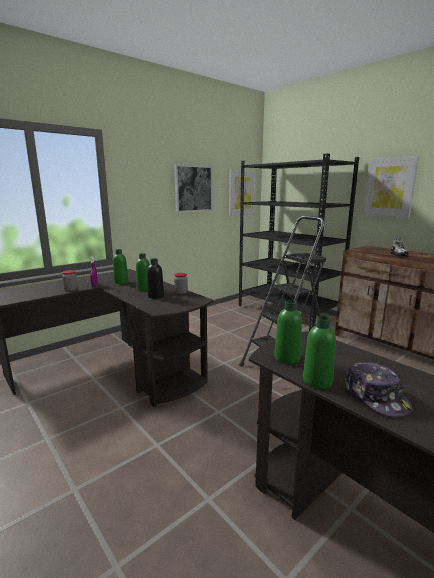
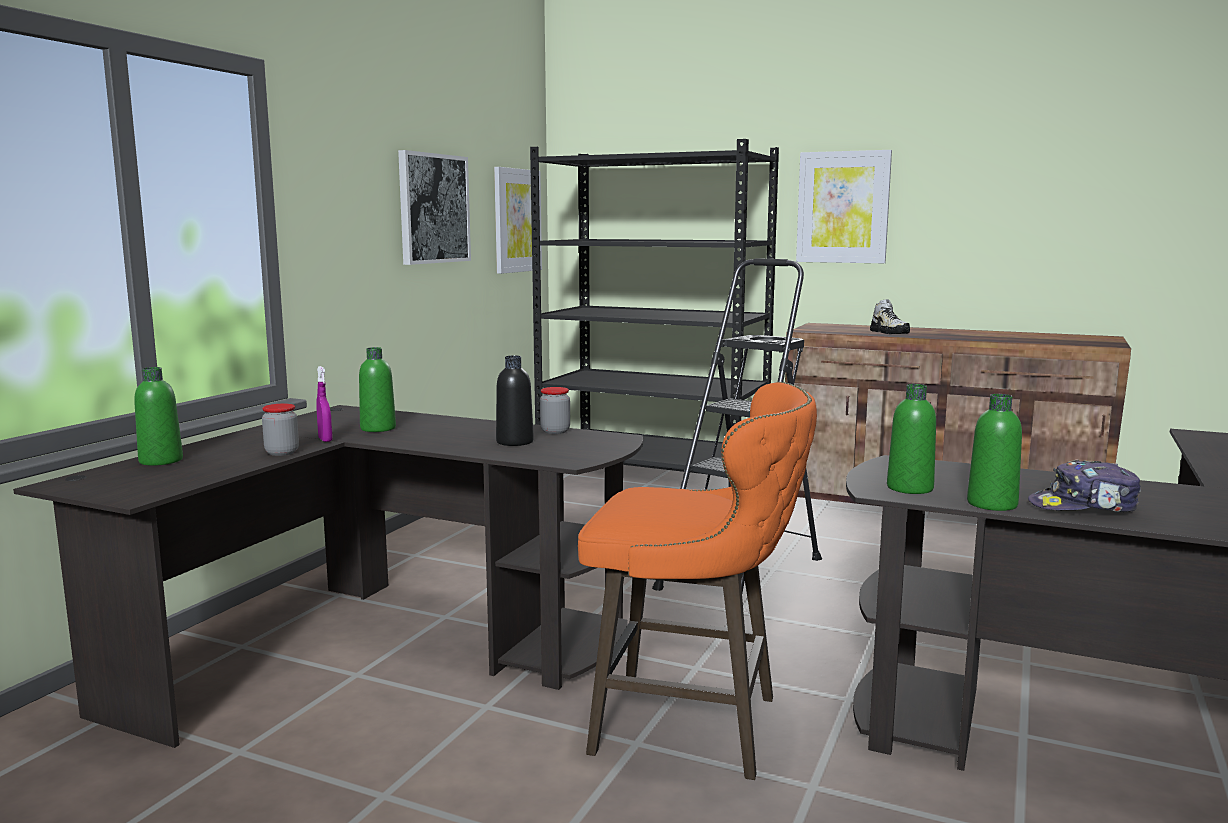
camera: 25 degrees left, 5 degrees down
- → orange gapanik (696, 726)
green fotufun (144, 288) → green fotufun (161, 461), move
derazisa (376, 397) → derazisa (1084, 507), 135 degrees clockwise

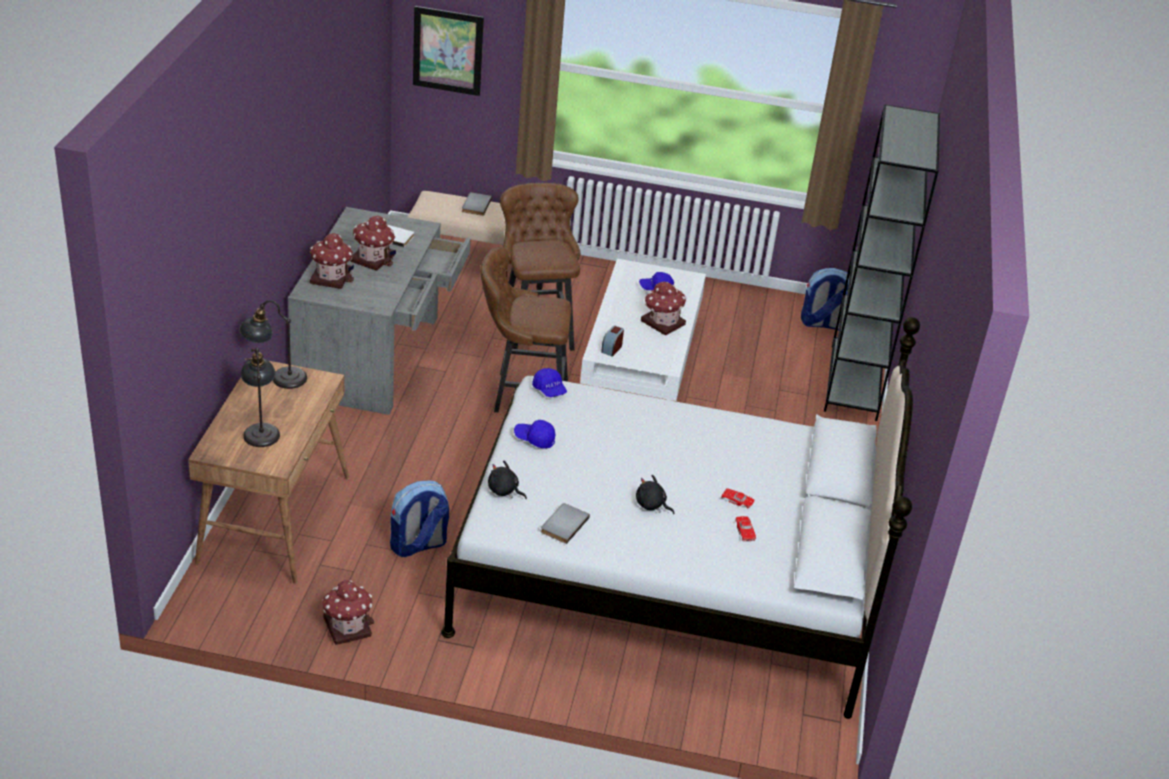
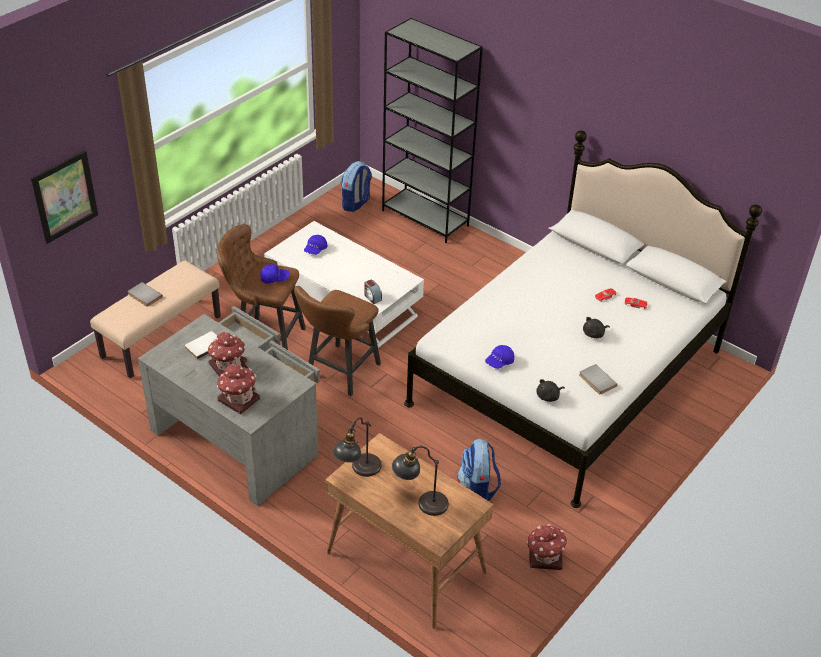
camera: 60 degrees left, 5 degrees up
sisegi (662, 322) → -
blue derazisa (549, 390) → blue derazisa (275, 278), move

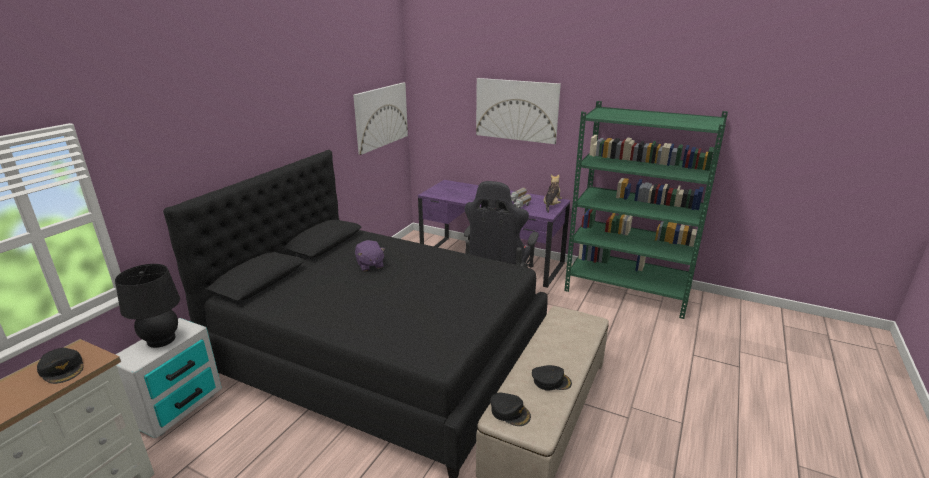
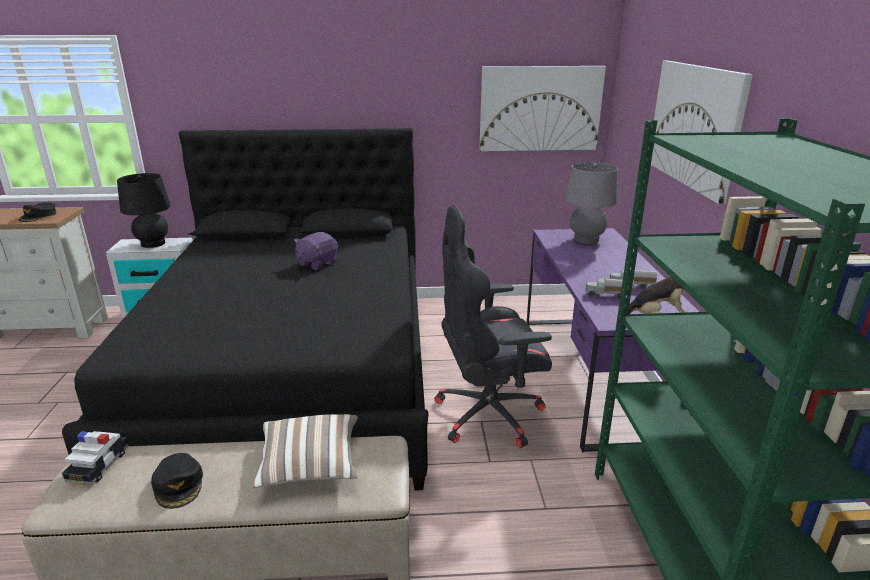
camera: 60 degrees right, 0 degrees up
- → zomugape (310, 465)
- → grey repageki (586, 239)
black derazisa (510, 412) → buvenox (98, 466)

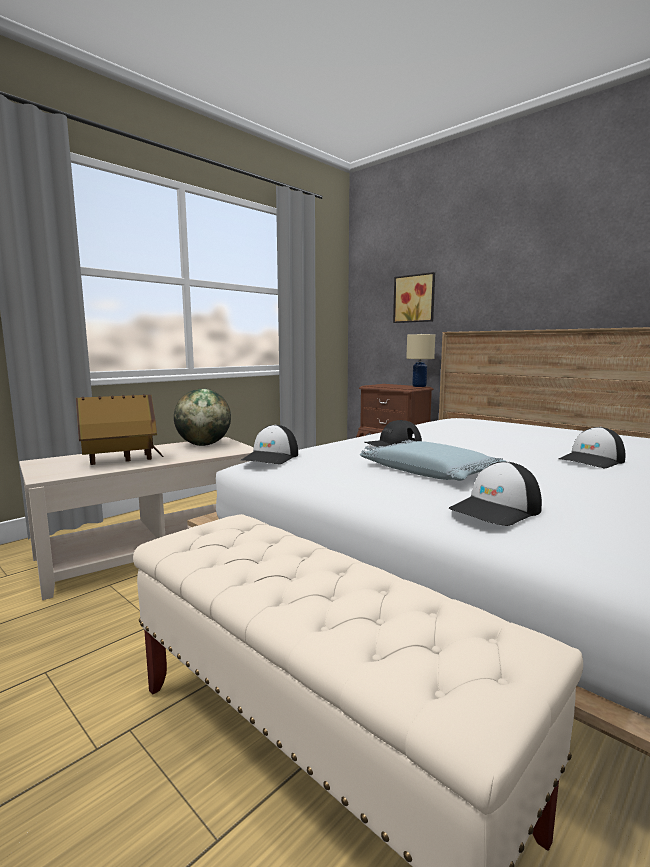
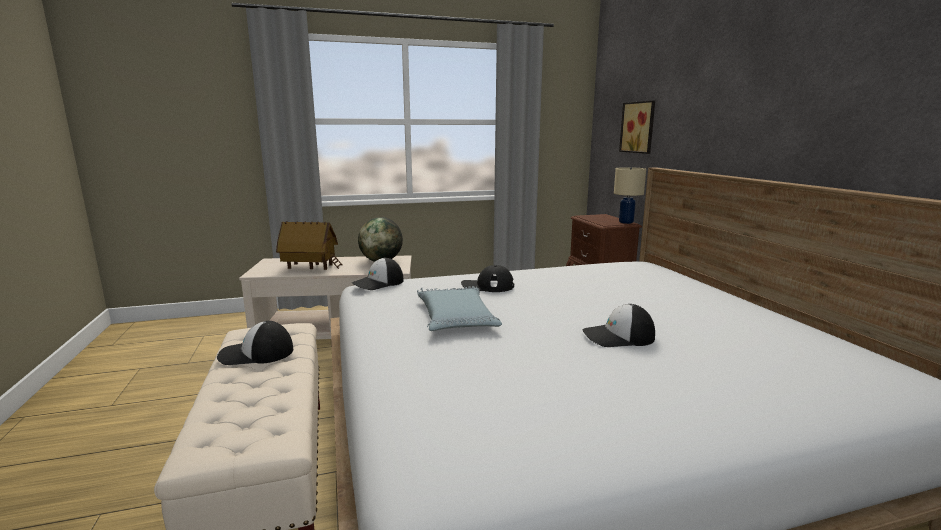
camera: 30 degrees right, 5 degrees up
derazisa (496, 510) → derazisa (256, 353), move

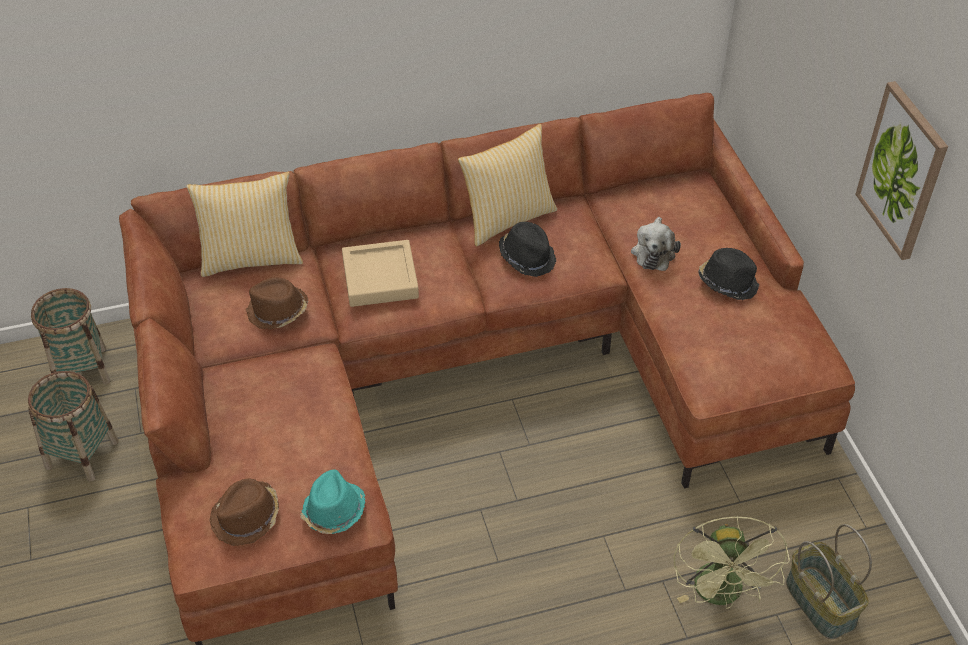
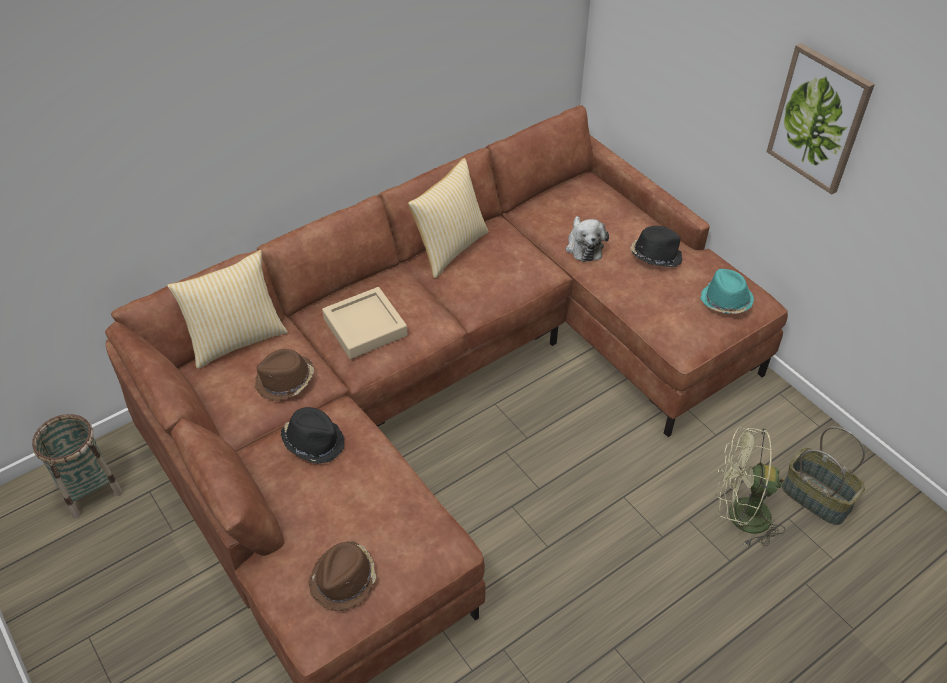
camera: 20 degrees left, 0 degrees up
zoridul (81, 454) → -
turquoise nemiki (333, 511) → turquoise nemiki (725, 301), move
black nemiki (527, 257) → black nemiki (314, 442), move
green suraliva (721, 595) → green suraliva (739, 516), 120 degrees clockwise

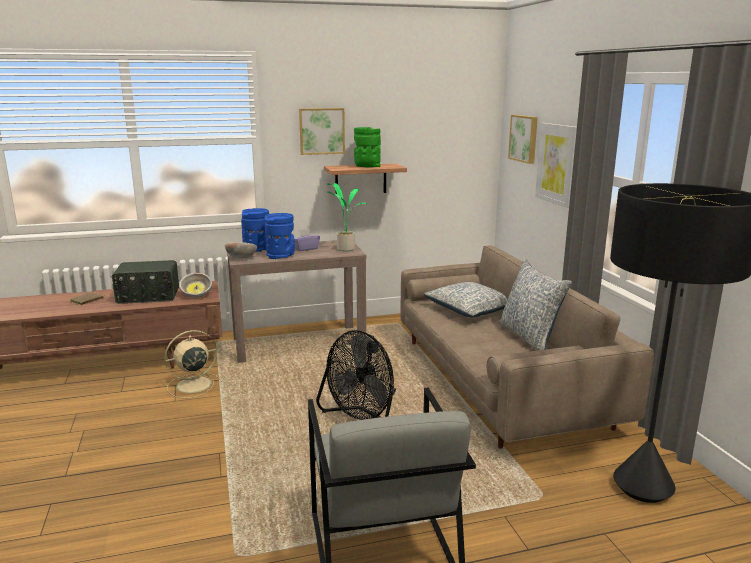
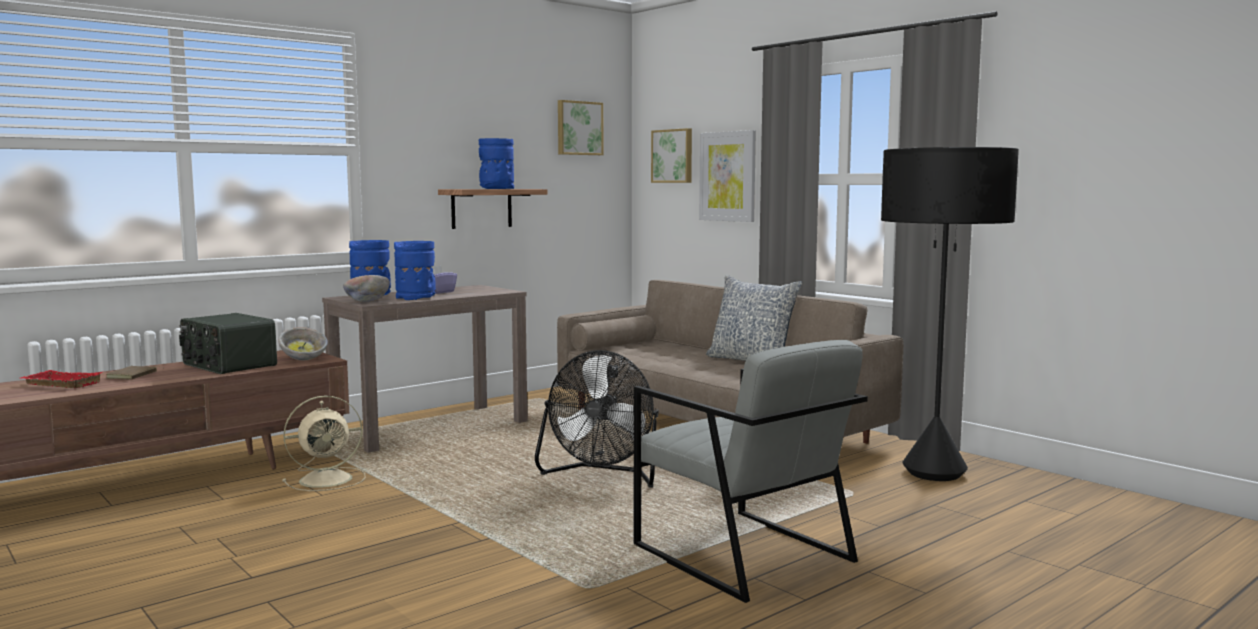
camera: 25 degrees left, 10 degrees down
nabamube (345, 249) → -
zomugape (471, 310) → -
- → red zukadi (60, 384)
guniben (321, 131) → guniben (579, 128), move
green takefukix (366, 166) → blue takefukix (496, 188)
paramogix (148, 296) → paramogix (228, 365), 75 degrees clockwise
beige suraliva (192, 385) → beige suraliva (328, 479), 150 degrees counterclockwise

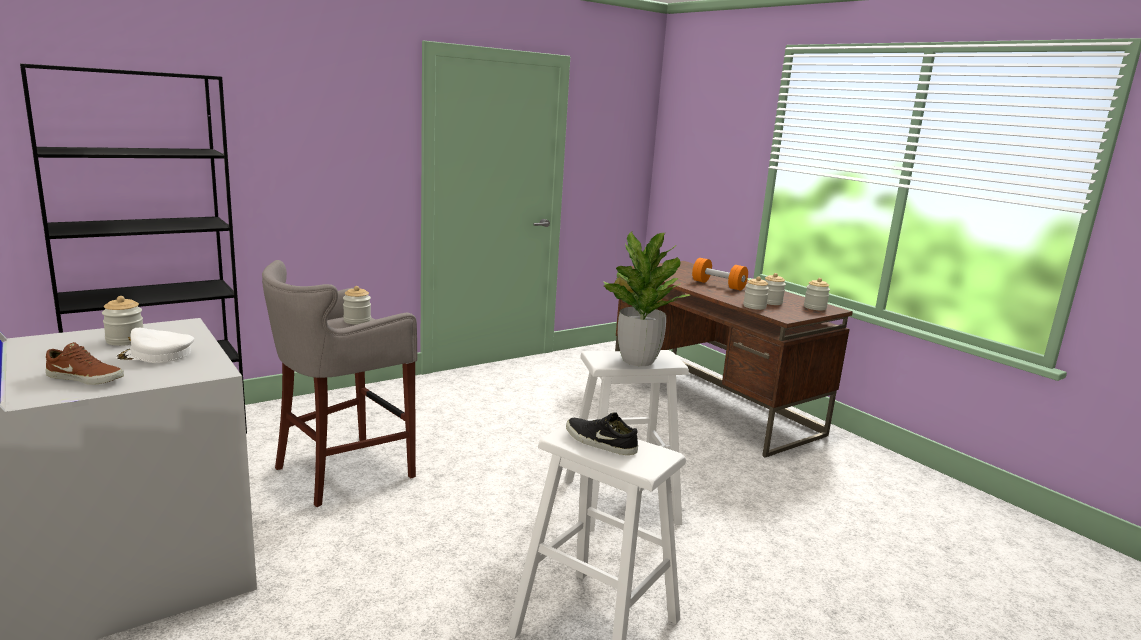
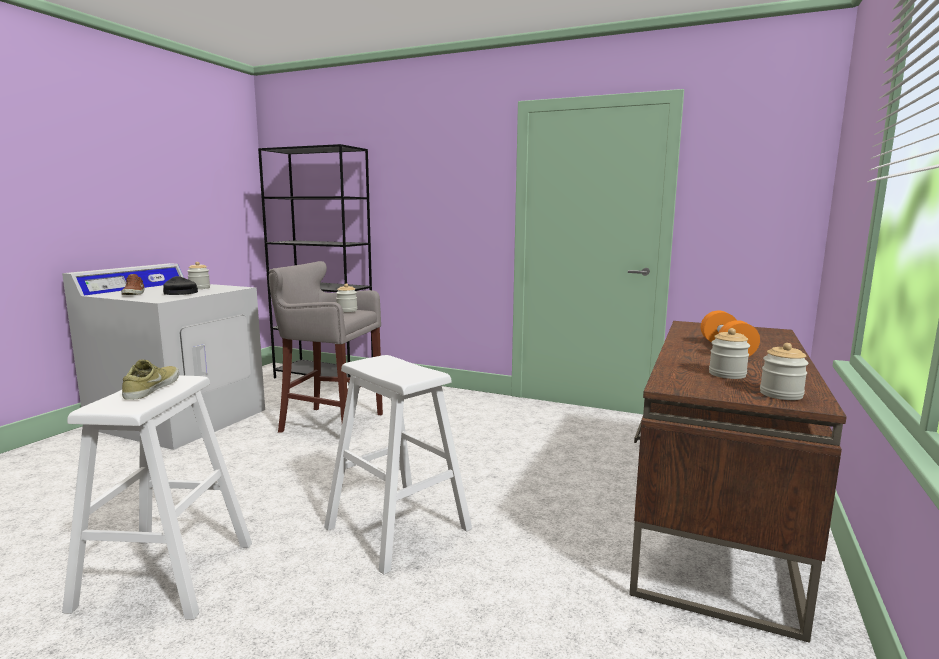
camera: 60 degrees right, 5 degrees down
nabamube (637, 361) → -
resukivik (754, 306) → -
white derazisa (156, 355) → black derazisa (180, 293)
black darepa (599, 442) → beige darepa (151, 388)

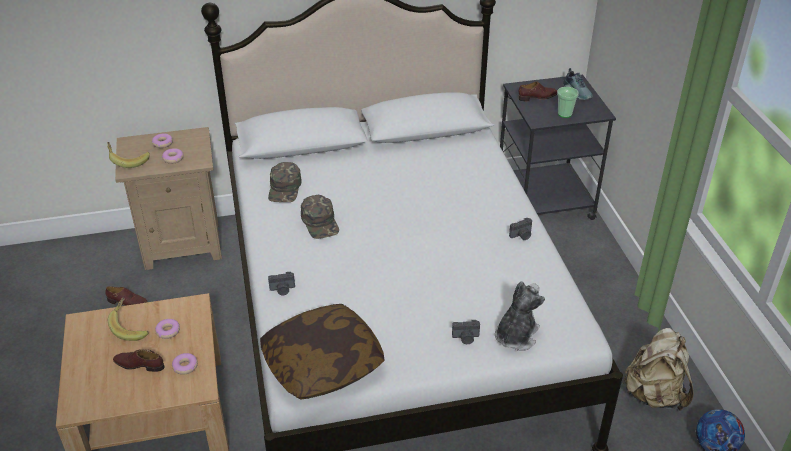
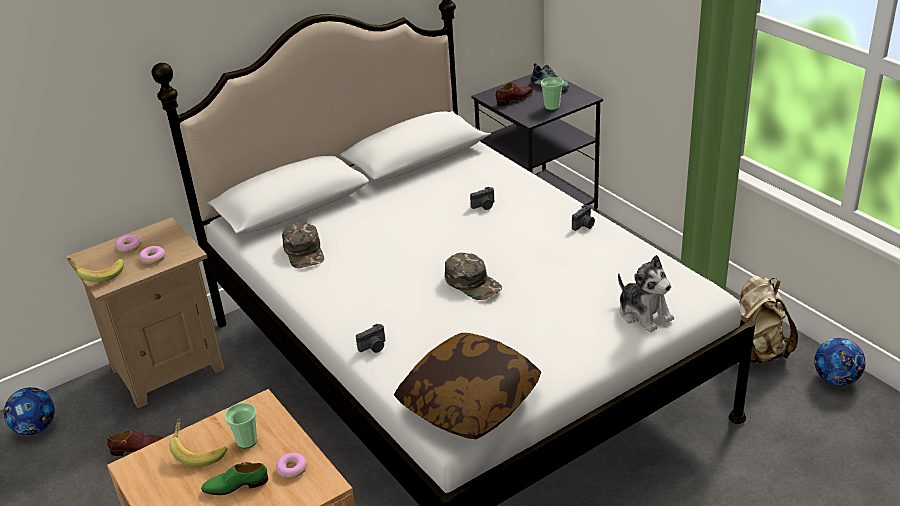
camera: 20 degrees left, 5 degrees down
- → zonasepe (36, 428)
green derazisa (320, 222) → green derazisa (473, 282), move
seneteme (466, 338) → seneteme (484, 206), move
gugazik (168, 331) → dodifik (247, 441)
brown darepa (139, 364) → green darepa (236, 485)
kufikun (516, 336) → kufikun (644, 314), 135 degrees clockwise

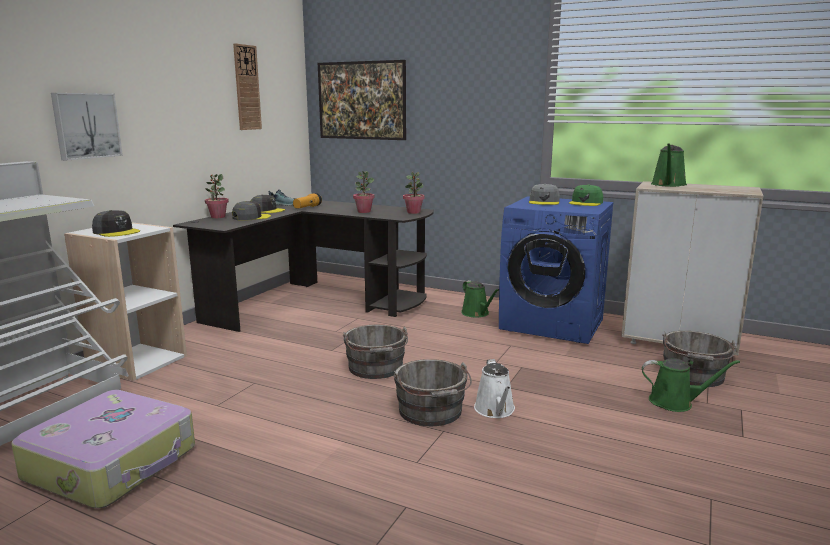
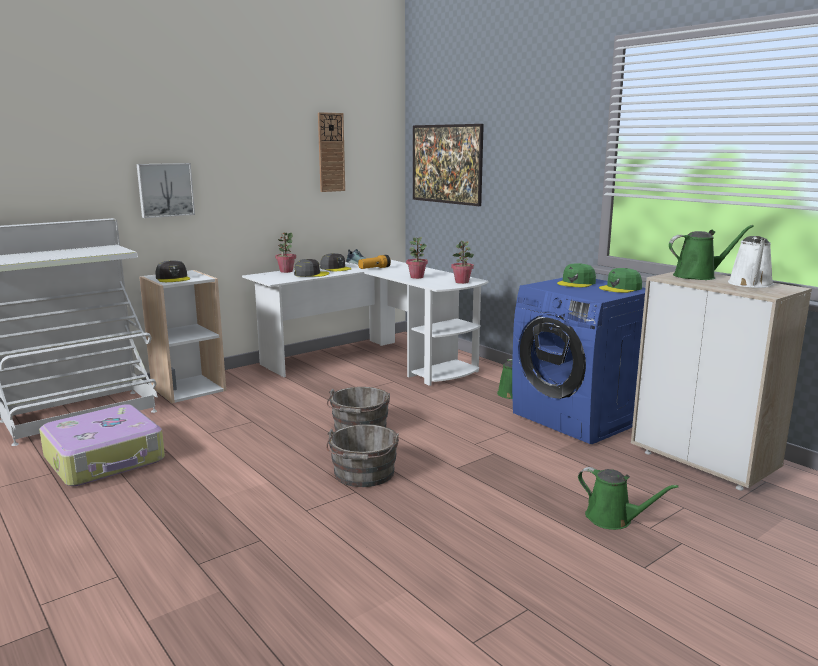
camera: 25 degrees right, 0 degrees up
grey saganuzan (693, 376) → -
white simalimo (495, 410) → white simalimo (751, 284), move
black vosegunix (314, 302) → white vosegunix (372, 361)
grey derazisa (544, 202) → green derazisa (576, 283)
green simalimo (668, 185) → green simalimo (698, 276), 150 degrees counterclockwise

